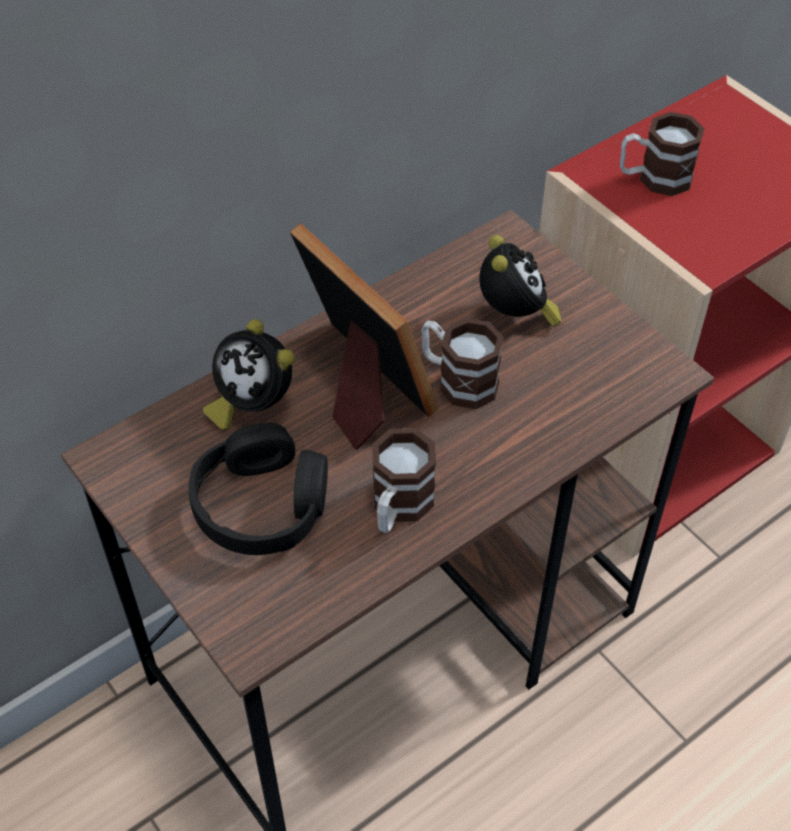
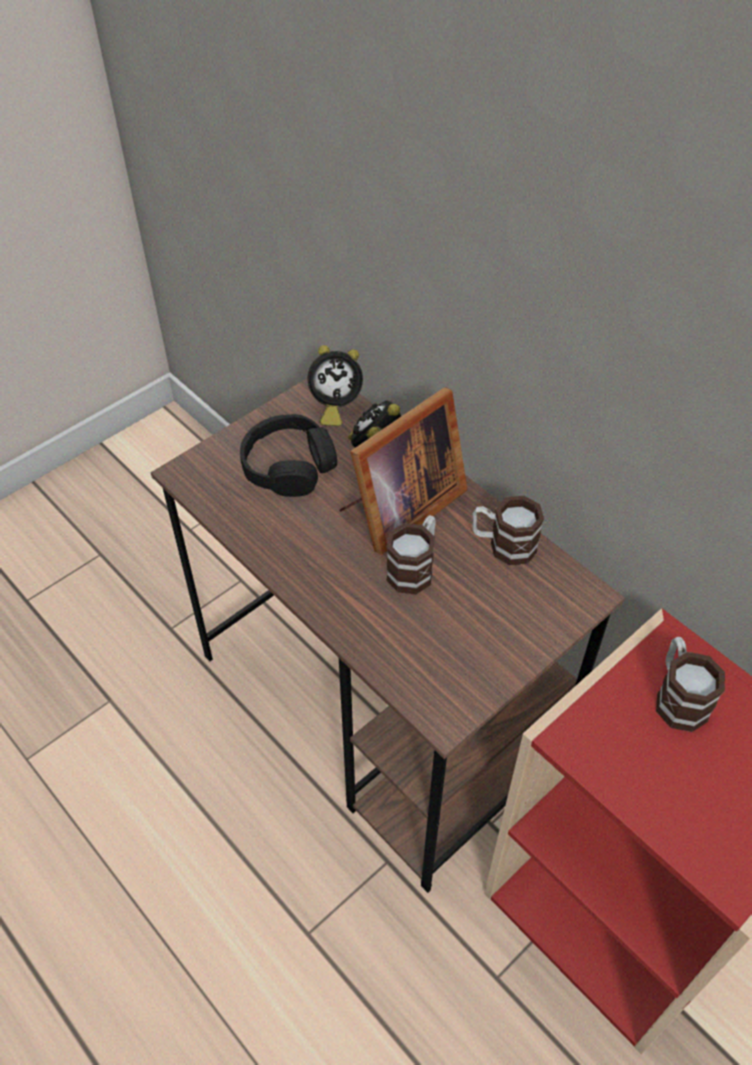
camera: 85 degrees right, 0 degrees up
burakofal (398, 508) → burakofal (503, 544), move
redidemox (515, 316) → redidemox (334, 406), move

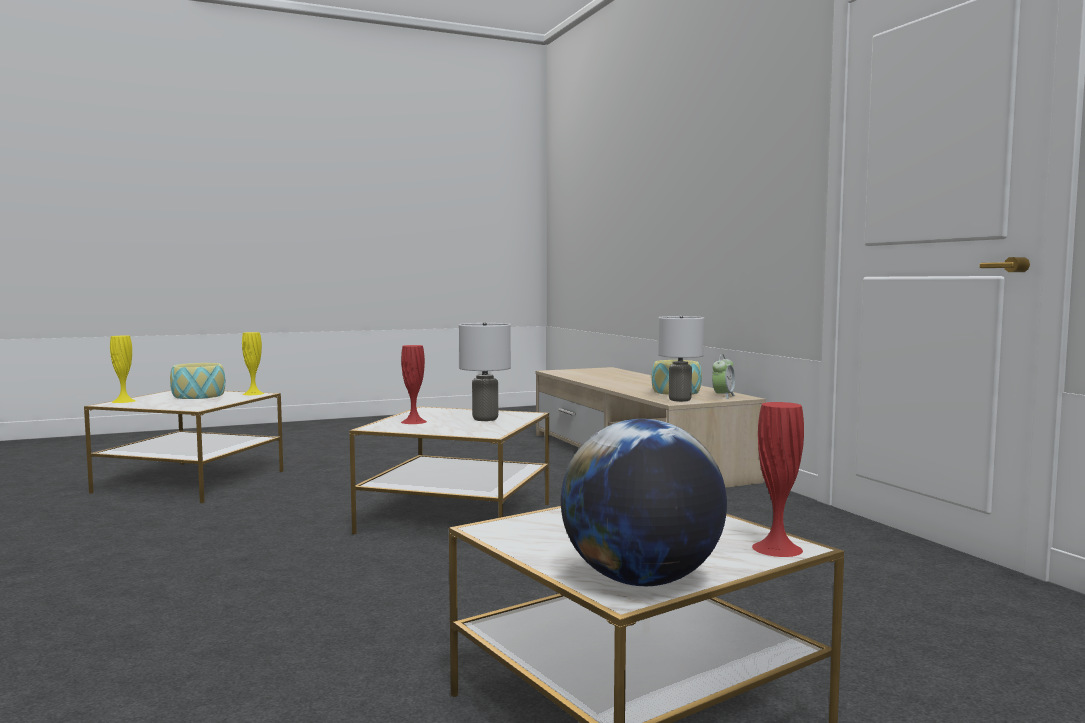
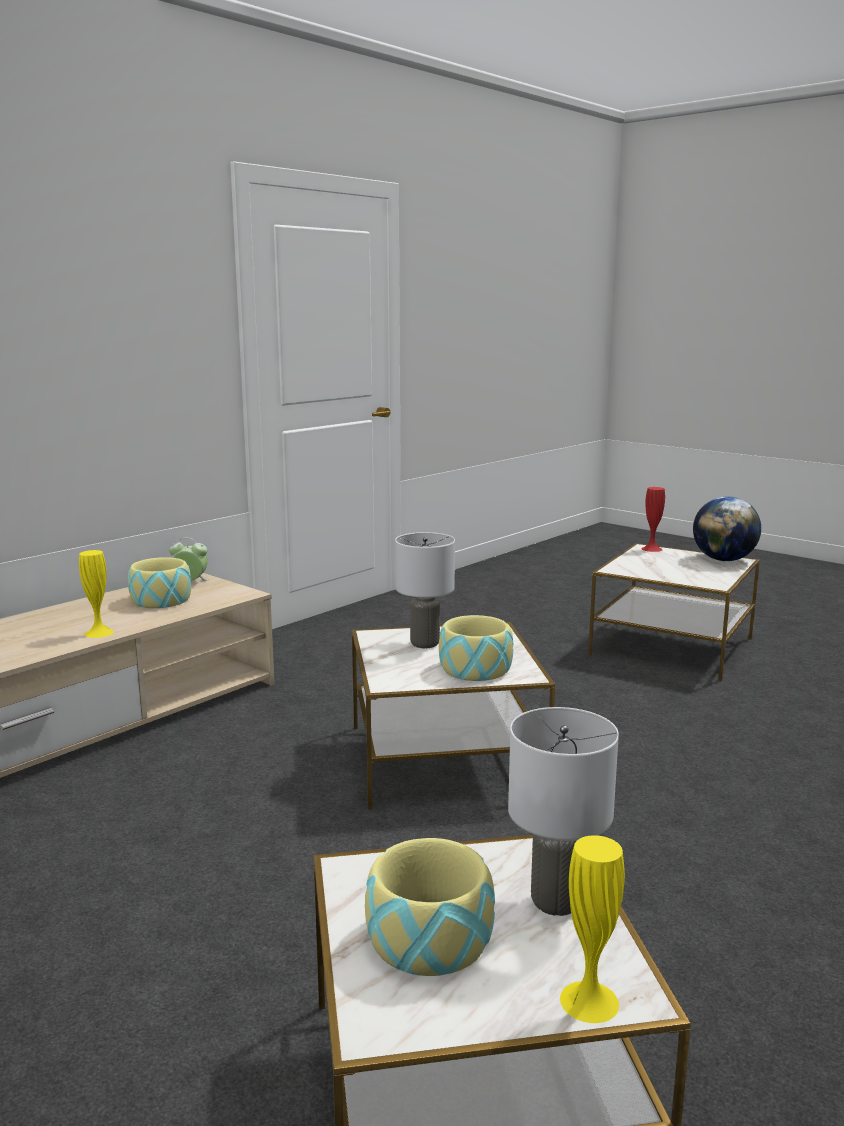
camera: 115 degrees left, 10 degrees up
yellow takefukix (253, 393) → yellow takefukix (99, 632), move
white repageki (681, 400) → white repageki (556, 901), move
red takefukix (413, 421) → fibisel (475, 668)

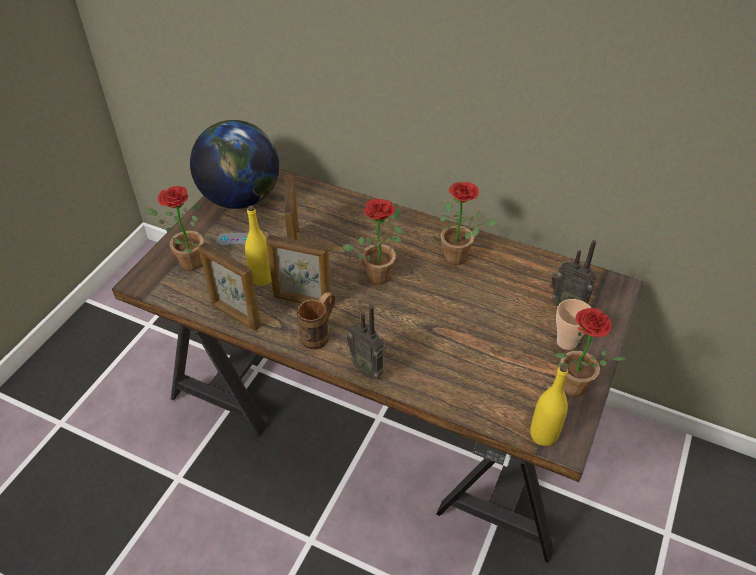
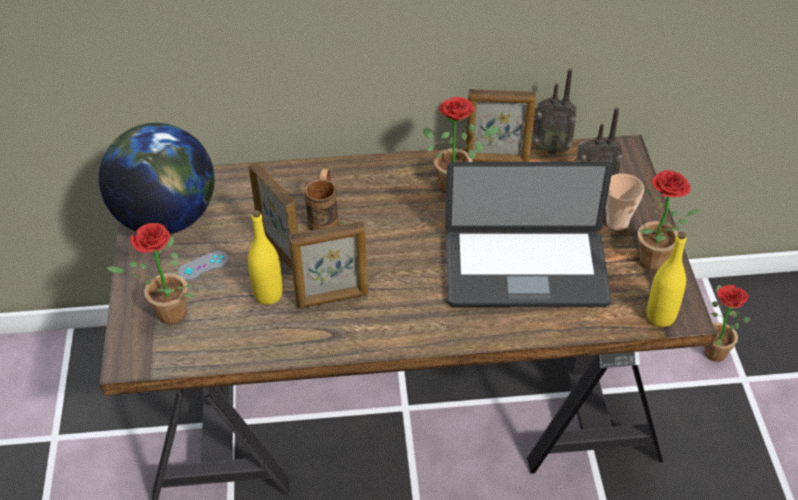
camera: 30 degrees left, 0 degrees up
- → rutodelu (525, 271)
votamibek (235, 315) → votamibek (497, 161), move
brown burakofal (320, 334) → brown burakofal (325, 218), move
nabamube (379, 272) → nabamube (712, 349), move
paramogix (368, 368) → paramogix (550, 147), move

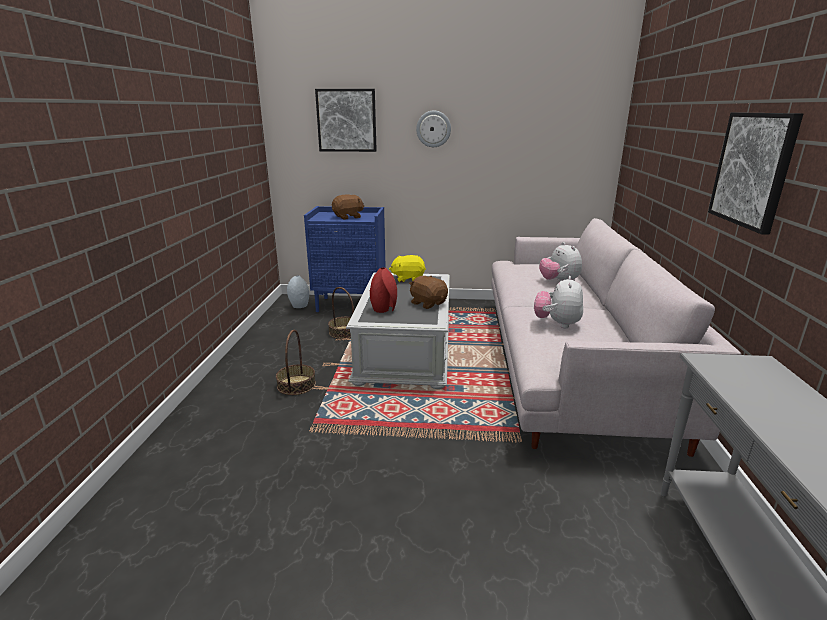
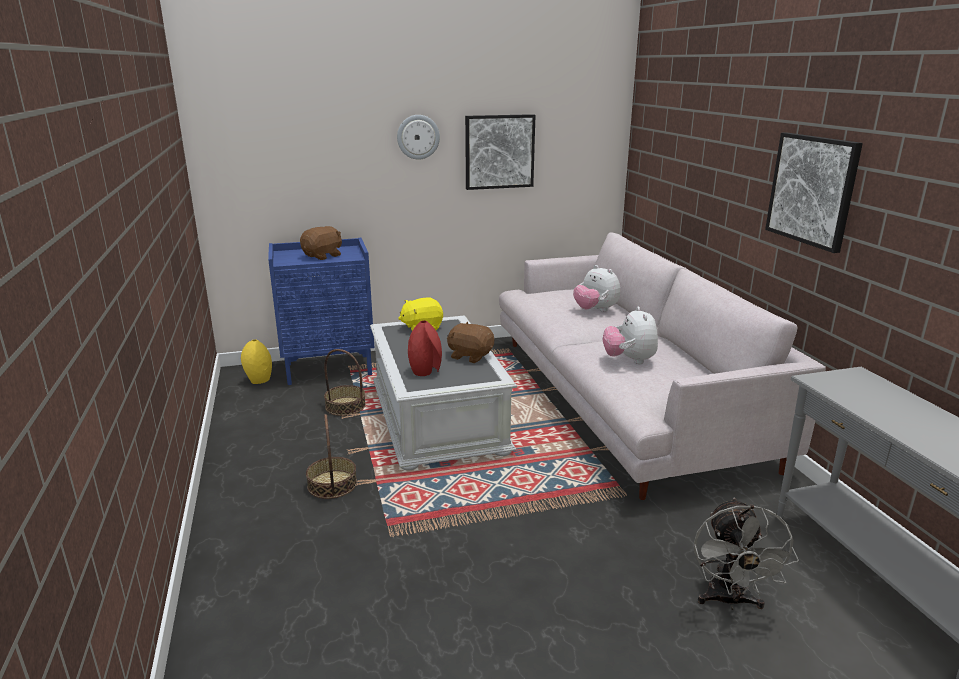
camera: 20 degrees left, 0 degrees up
- → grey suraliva (729, 601)
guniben (346, 120) → guniben (499, 151), move
grey takefukix (299, 306) → yellow takefukix (259, 380)

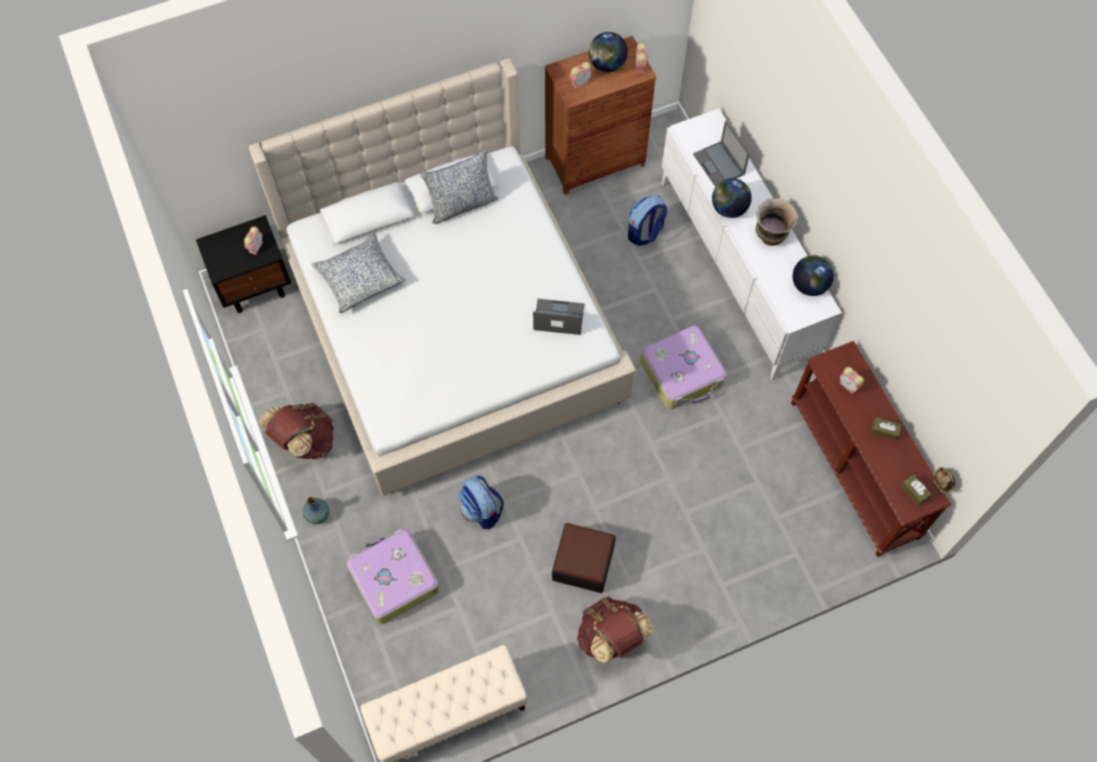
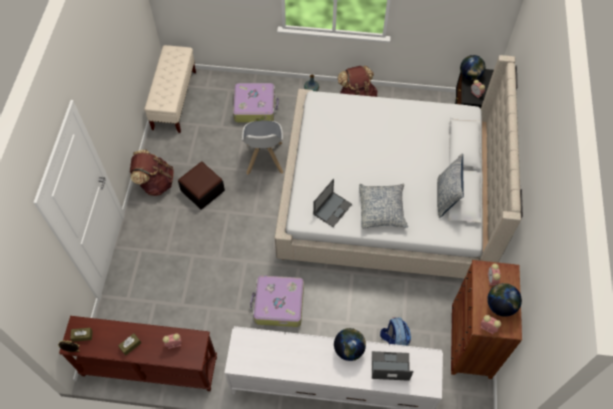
camera: 120 degrees right, 5 degrees down
takefukix (770, 236) → -
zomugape (359, 278) → zomugape (382, 210), move
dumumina (809, 285) → dumumina (470, 76), move
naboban (481, 510) → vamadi (264, 159)

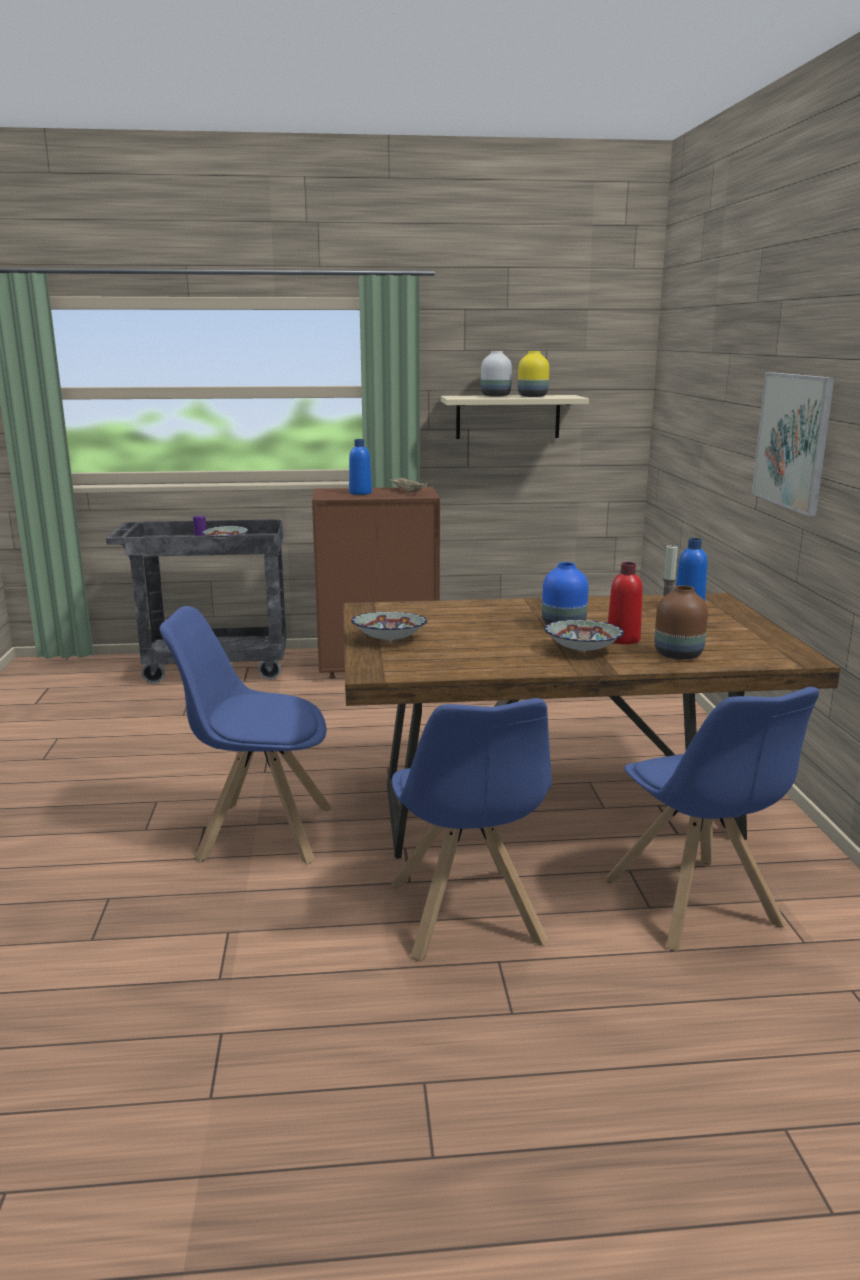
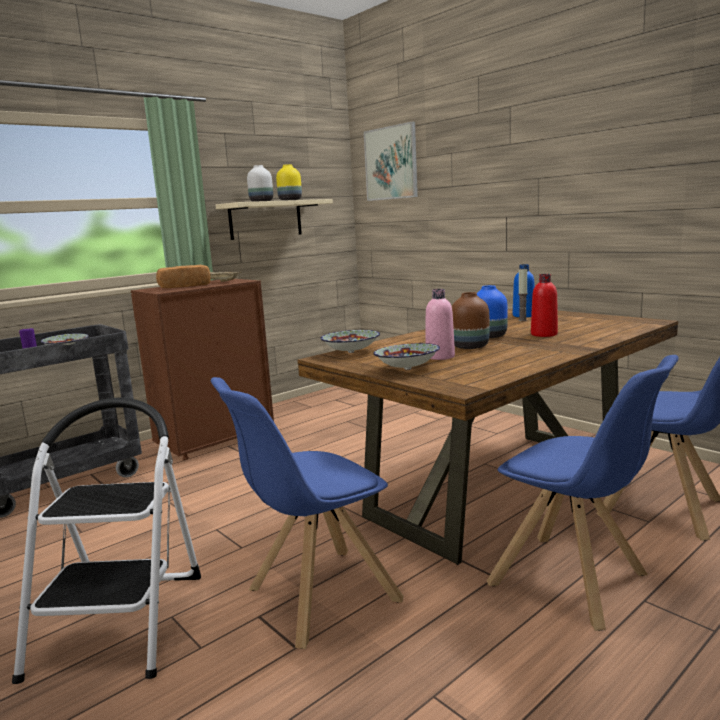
camera: 35 degrees left, 5 degrees down
- → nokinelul (122, 620)
- → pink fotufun (440, 356)
fibisel (582, 650) → fibisel (351, 352), move
brown takefukix (676, 655) → brown takefukix (469, 347), move
guniben (793, 440) → guniben (391, 163), move
blue fotufun (360, 493) → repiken (185, 286)

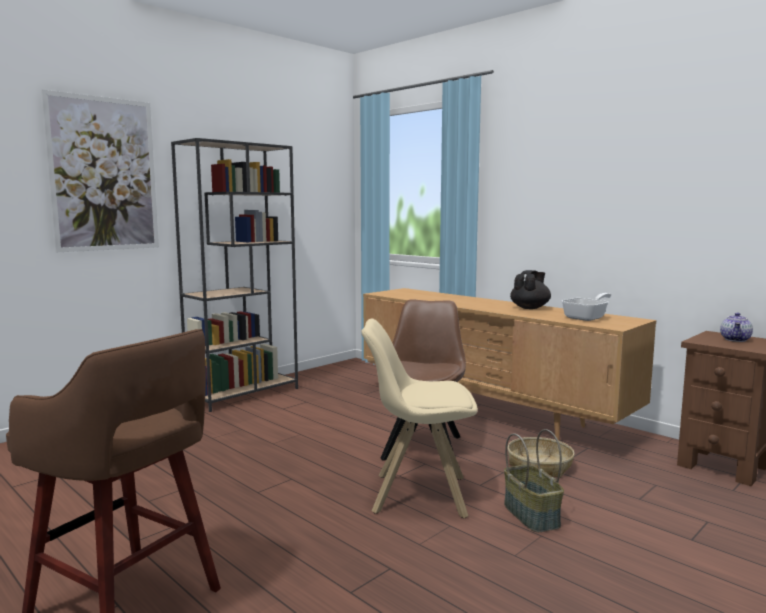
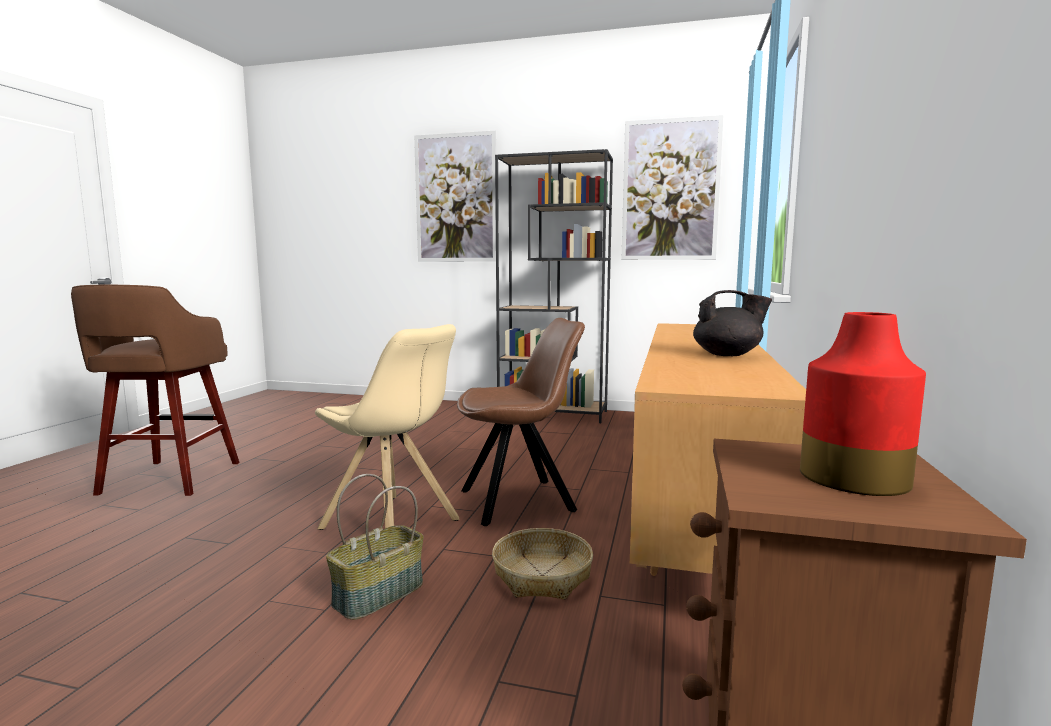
camera: 60 degrees right, 0 degrees up
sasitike (587, 317) → -
- → guniben (670, 190)
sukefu (736, 340) → red takefukix (855, 477)
beige vamadi (419, 494) → beige vamadi (391, 524), 150 degrees clockwise

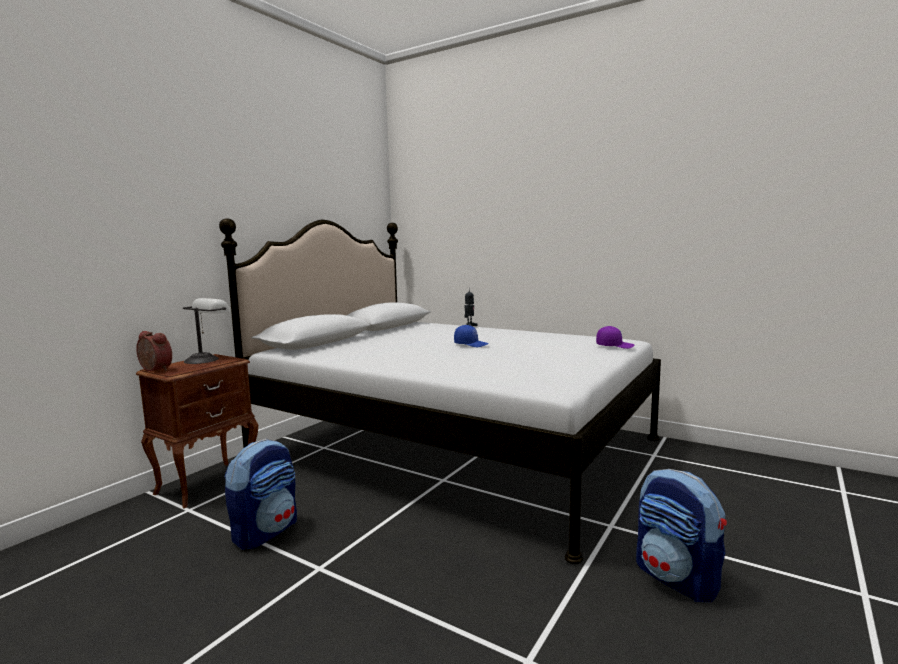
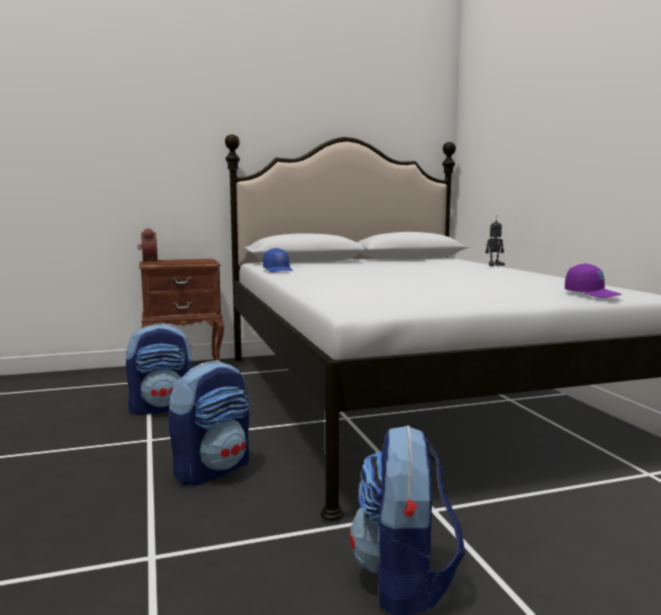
camera: 40 degrees right, 0 degrees up
repageki (207, 358) → -
- → naboban (213, 470)
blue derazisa (471, 344) → blue derazisa (278, 270), move

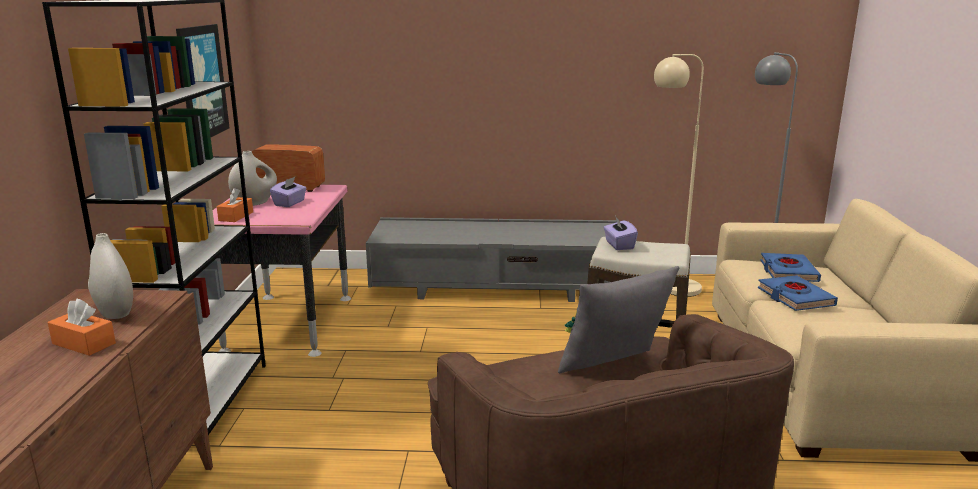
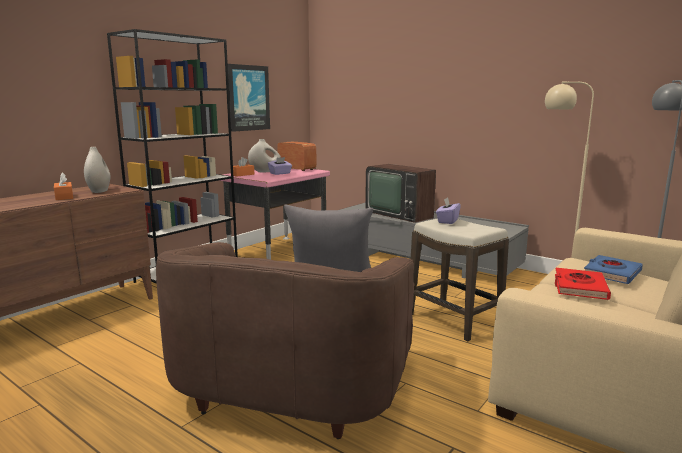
camera: 35 degrees right, 5 degrees down
- → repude (400, 213)
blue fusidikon (795, 297) → red fusidikon (579, 288)

